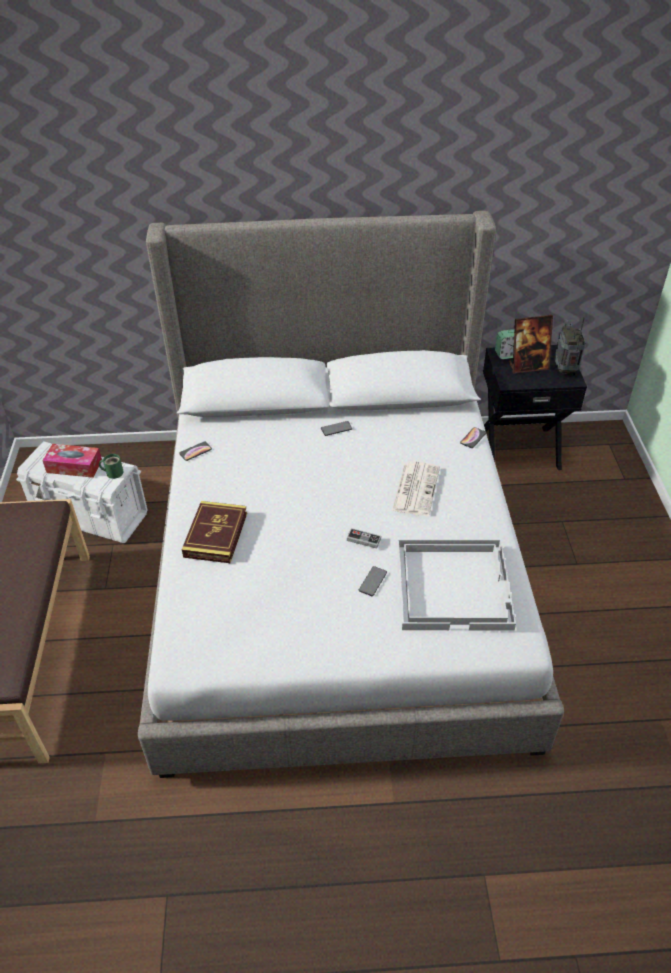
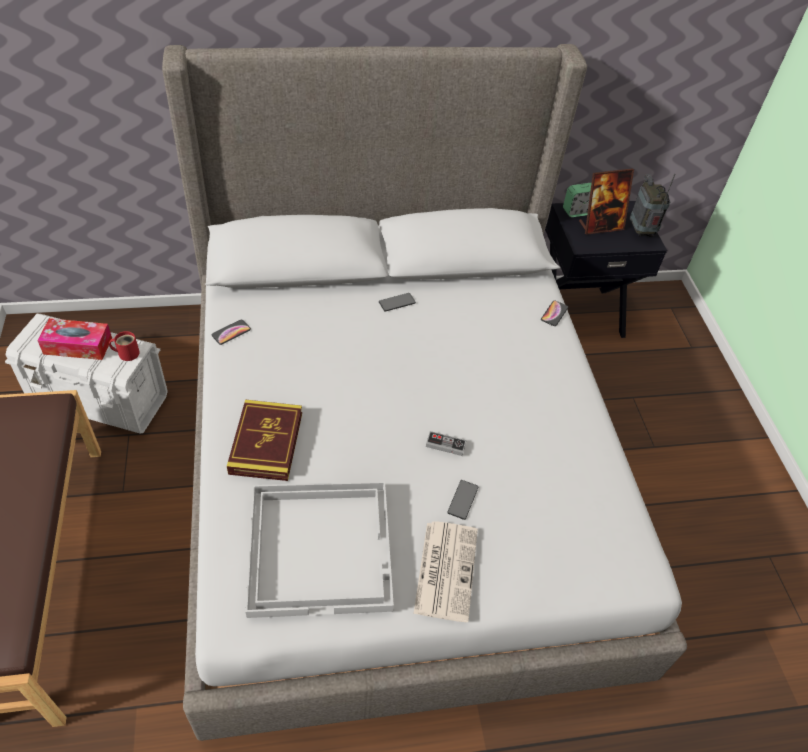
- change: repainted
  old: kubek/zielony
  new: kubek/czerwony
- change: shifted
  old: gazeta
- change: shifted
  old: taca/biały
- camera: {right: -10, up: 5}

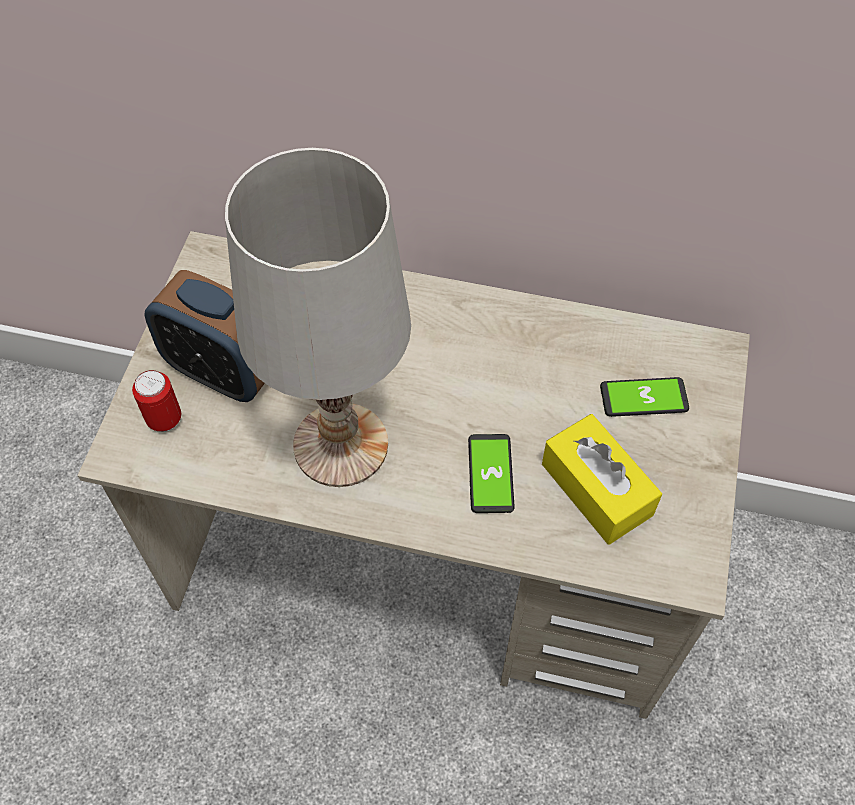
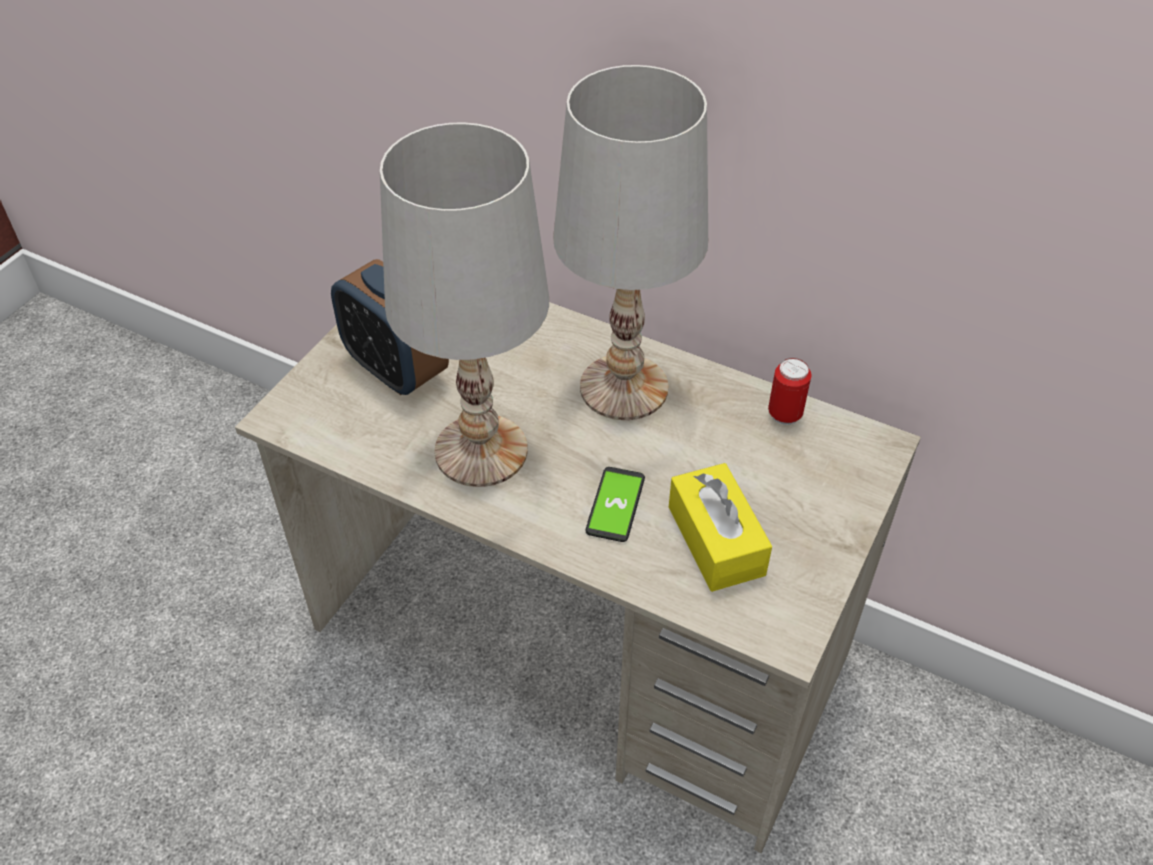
- change: shifted
  old: puszka
- change: gone
  old: telefon (no. 2 from left)
- change: new
  new: lampa stołowa/biały (no. 2 from left)
- camera: {right: 15, up: -10}

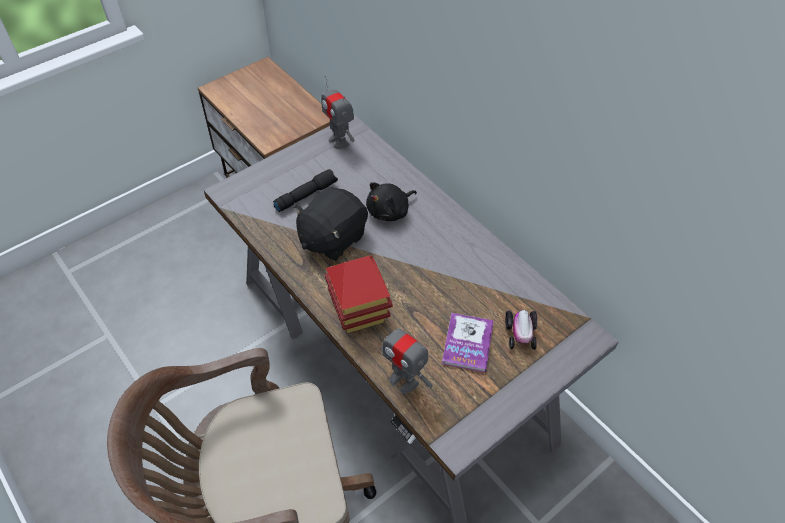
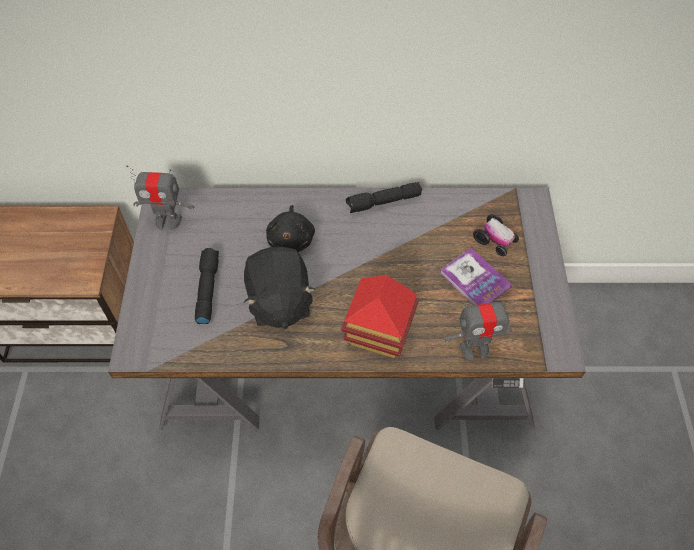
- change: new
  new: latarka/czarny (no. 2 from left)
- camera: {right: -50, up: 5}

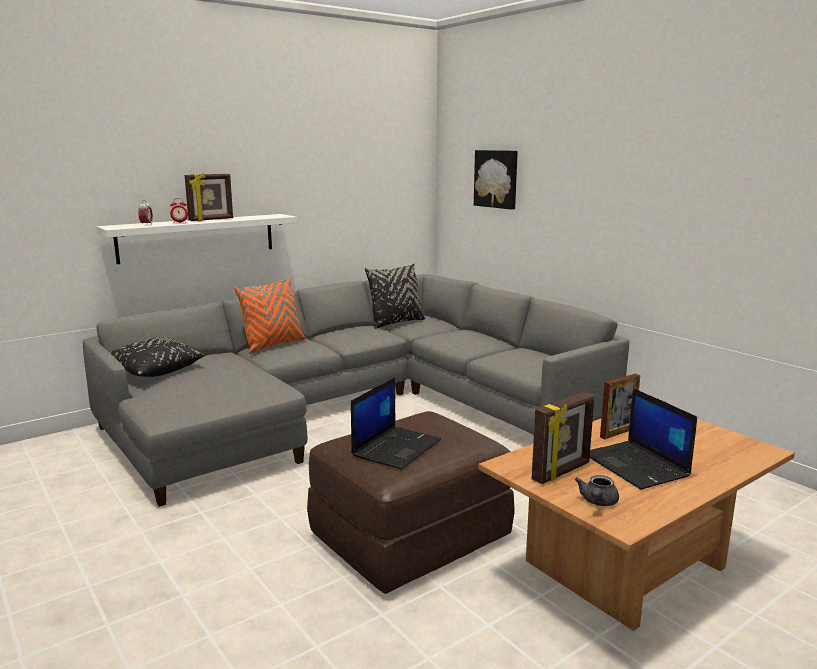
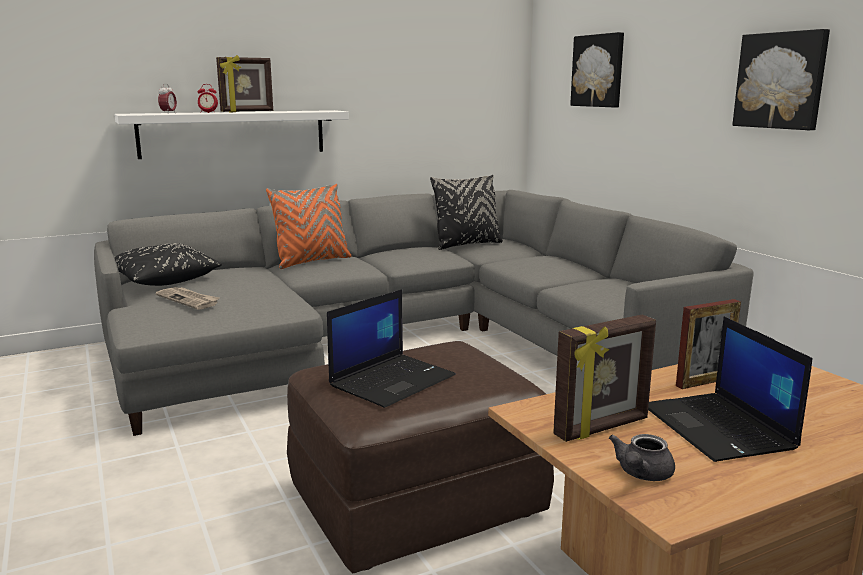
- change: new
  new: obraz (no. 2 from left)
- change: new
  new: gazeta
- camera: {right: 10, up: 0}

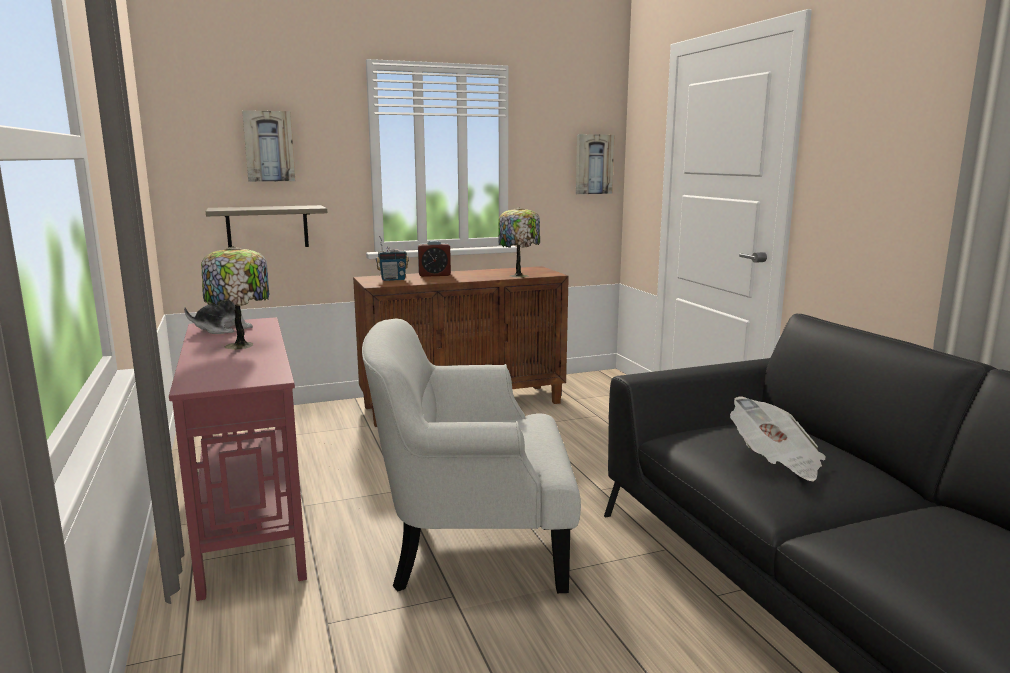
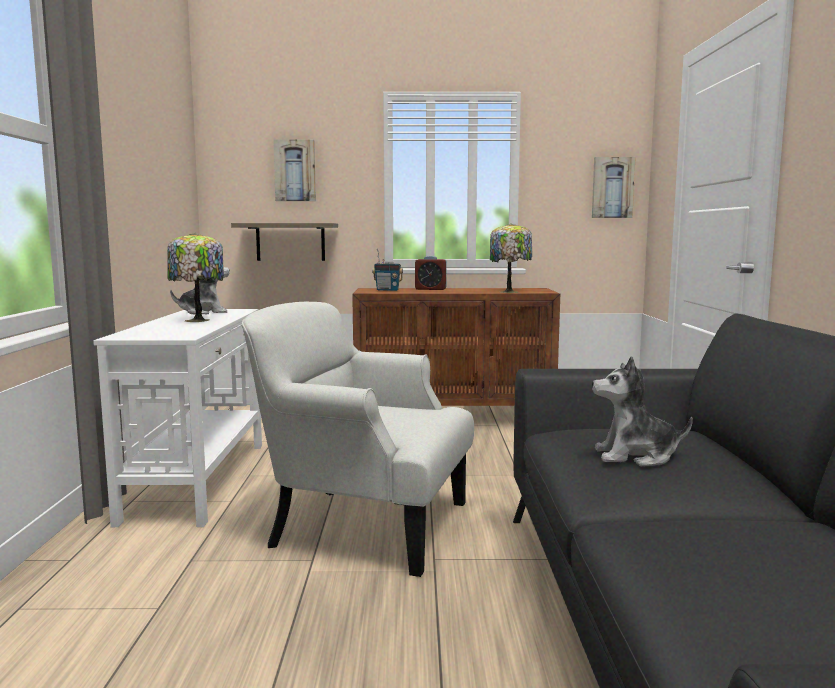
- change: repainted
  old: stolik konsolowy/czerwony
  new: stolik konsolowy/biały
- change: swapped
  old: gazeta
  new: pluszak (no. 2 from left)
- camera: {right: 20, up: -5}

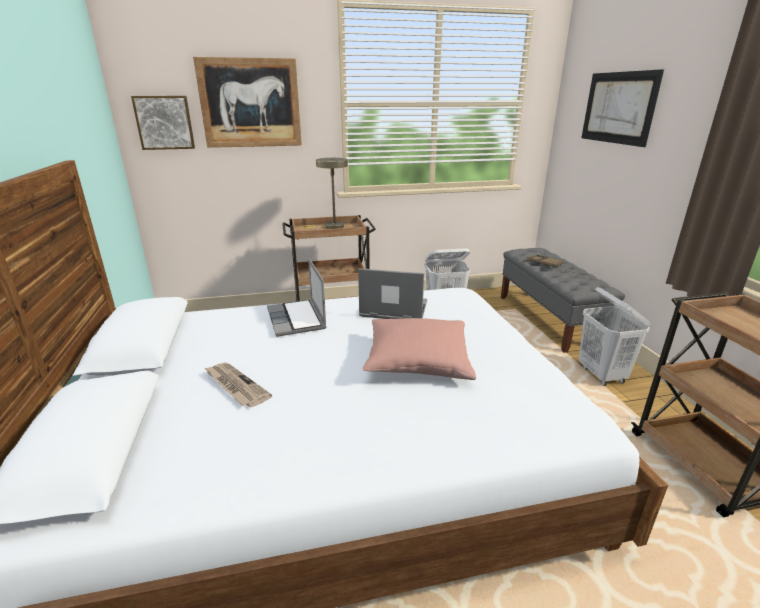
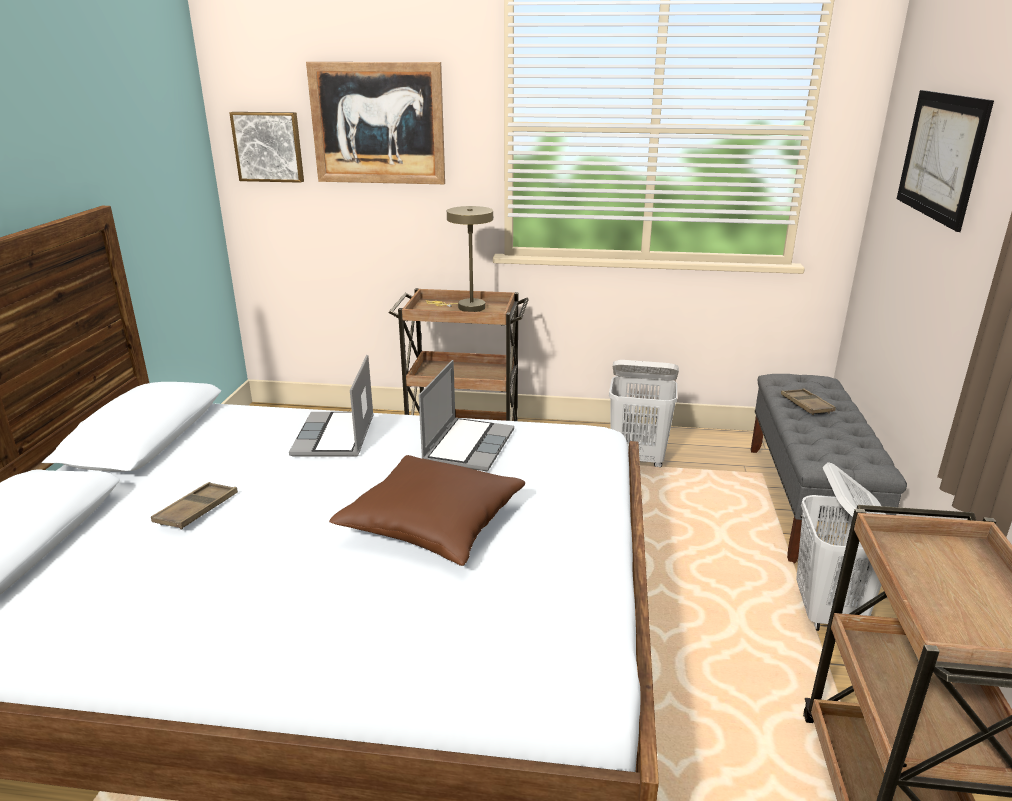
- change: rotated
  old: laptop (no. 2 from left)
  degrees: 75
- change: repainted
  old: poduszka/różowy
  new: poduszka/brązowy
- change: swapped
  old: gazeta
  new: taca/brązowy (no. 1 from left)
- camera: {right: 20, up: 0}

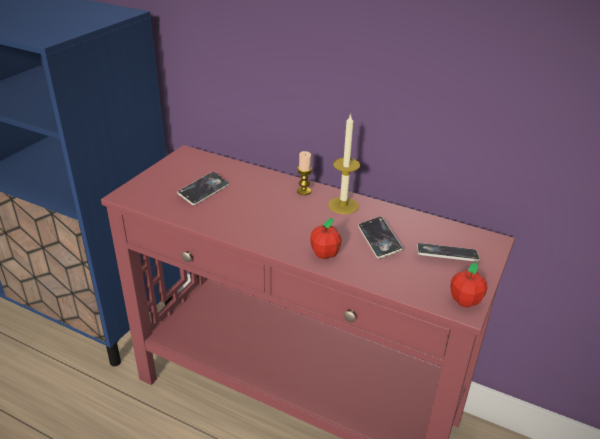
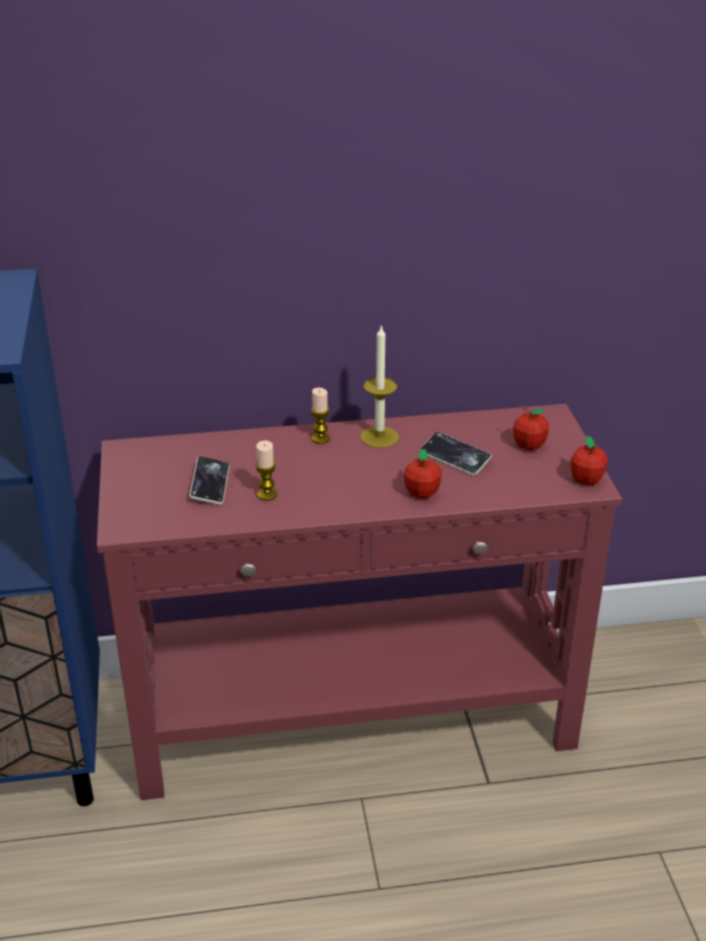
- change: swapped
  old: telefon (no. 3 from left)
  new: jabłko (no. 2 from left)
- change: new
  new: świeca (no. 1 from left)
- camera: {right: -35, up: 0}

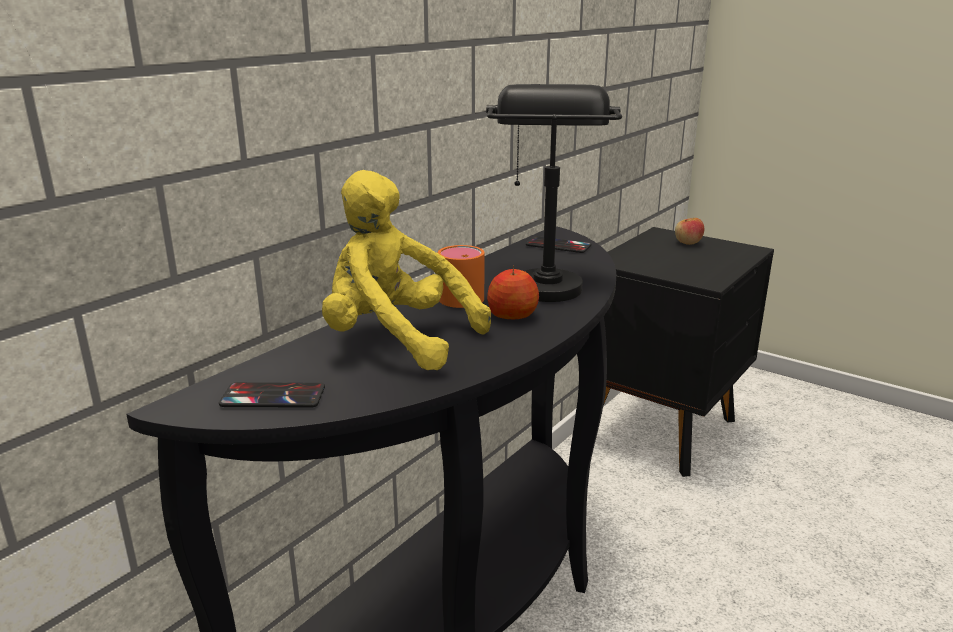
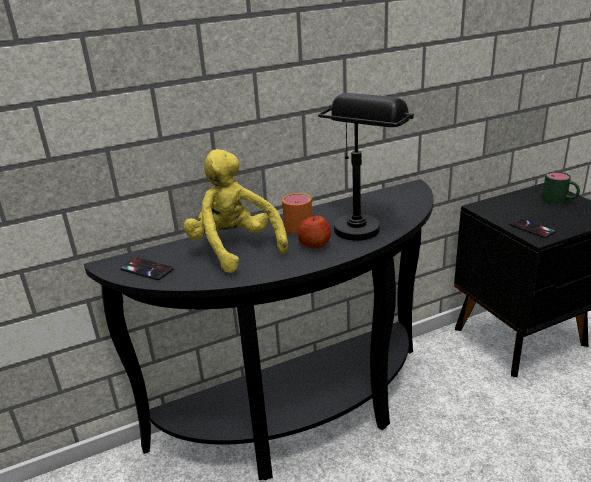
- change: swapped
  old: jabłko (no. 2 from left)
  new: kubek/zielony
- change: shifted
  old: telefon (no. 2 from left)
- camera: {right: 30, up: 5}

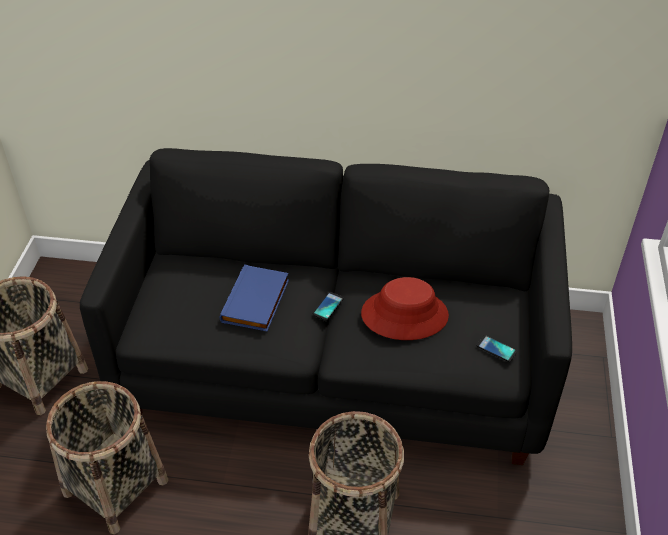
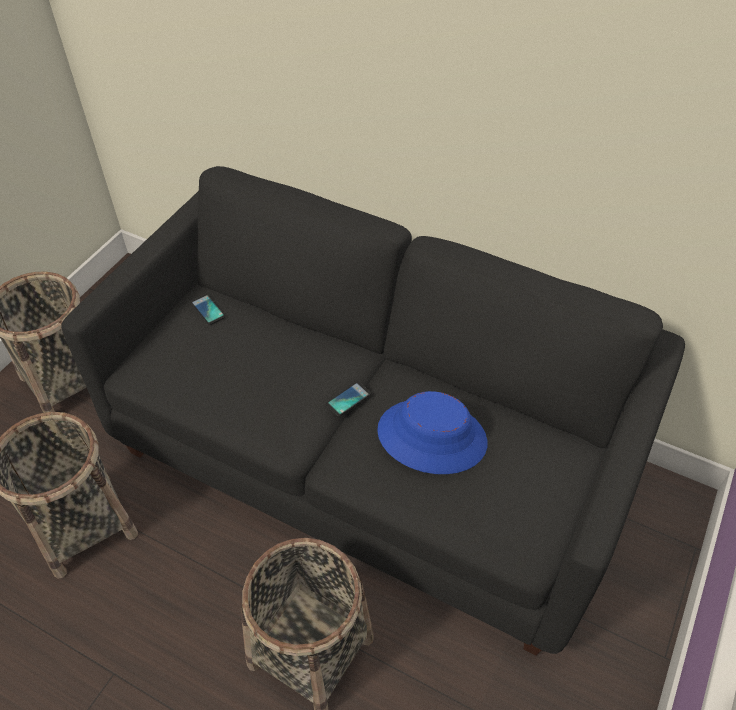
- change: gone
  old: książka/niebieski
- change: repainted
  old: kapelusz/czerwony
  new: kapelusz/niebieski
- change: shifted
  old: telefon (no. 2 from left in the first image)
  new: telefon (no. 1 from left)
- camera: {right: 20, up: 5}

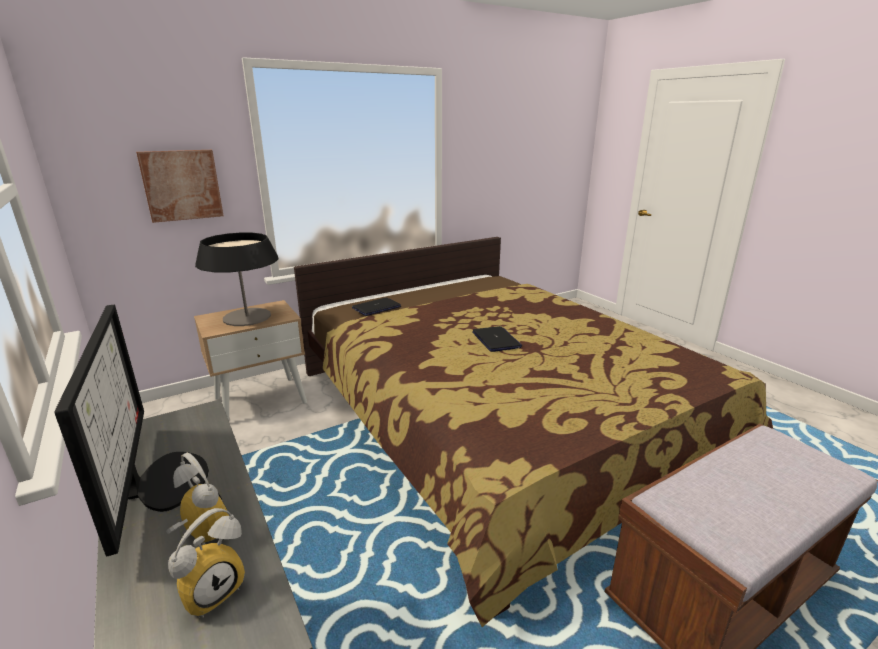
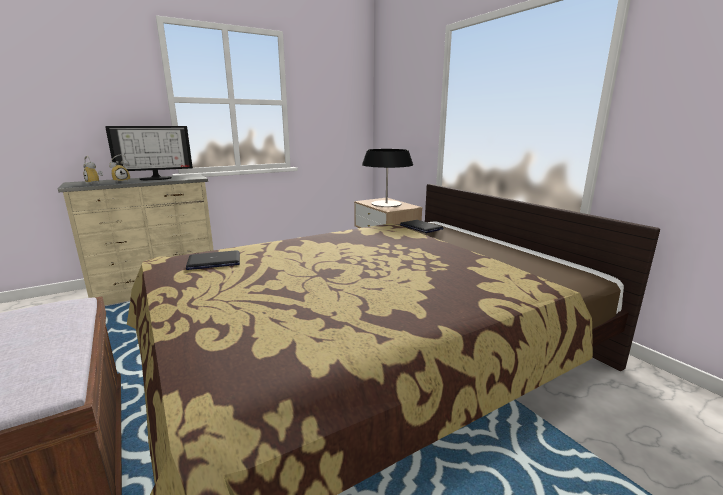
- change: gone
  old: obraz
- change: shifted
  old: laptop (no. 2 from left in the first image)
  new: laptop (no. 1 from left)
- camera: {right: 90, up: -5}

